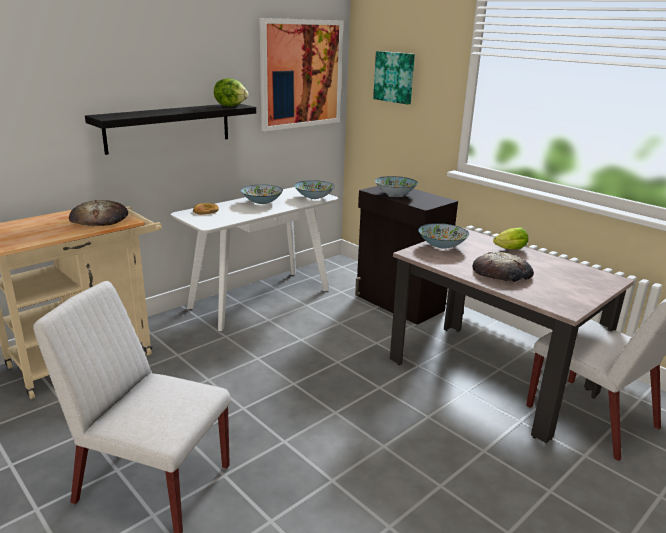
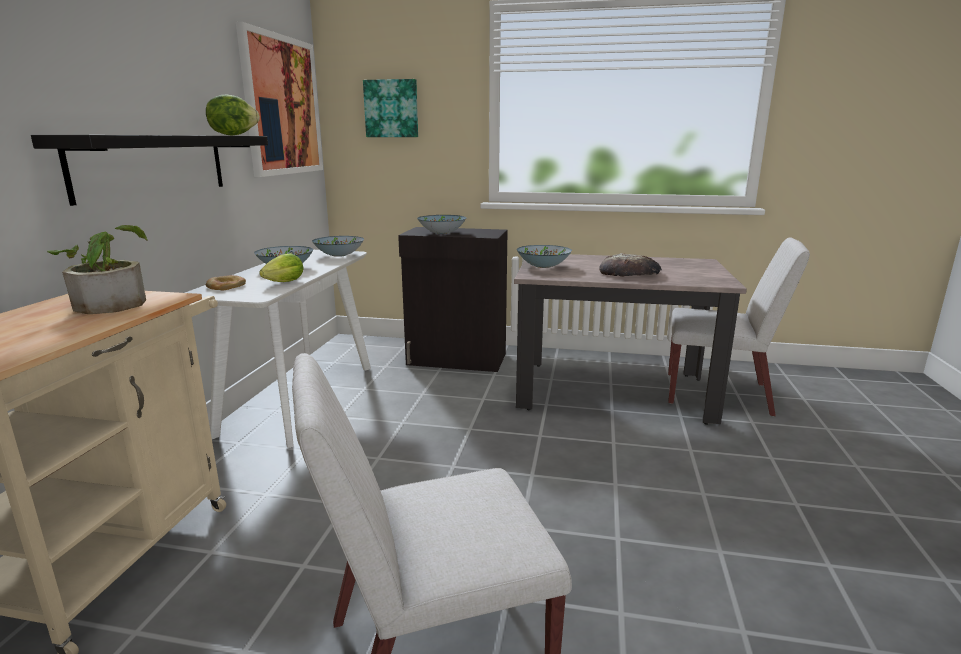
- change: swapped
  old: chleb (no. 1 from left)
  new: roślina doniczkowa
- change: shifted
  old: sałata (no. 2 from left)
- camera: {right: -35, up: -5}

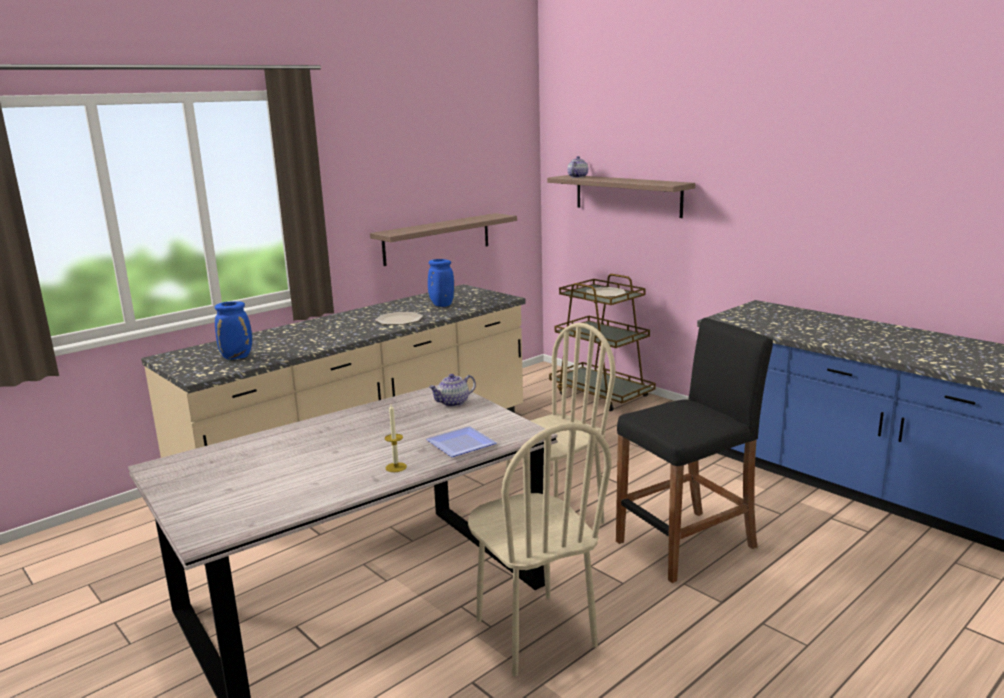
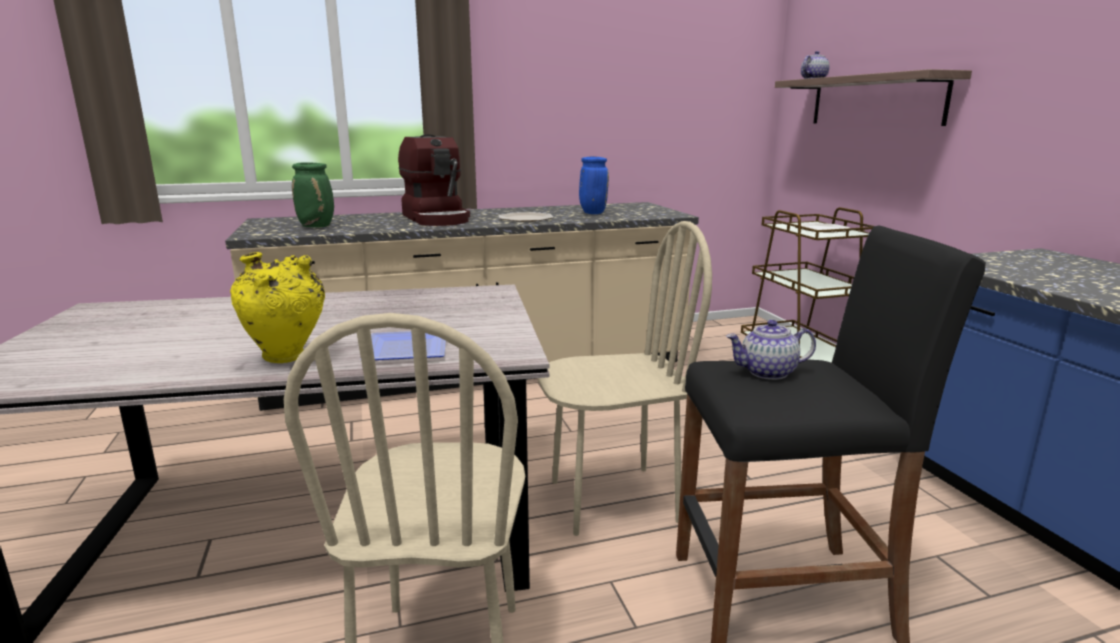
- change: gone
  old: półka (no. 1 from left)
- change: repainted
  old: wazon/niebieski (no. 1 from left)
  new: wazon/zielony
- change: shifted
  old: imbryk (no. 1 from left)
- change: swapped
  old: świeca
  new: wazon/żółty
- change: new
  new: ekspres do kawy
- camera: {right: 25, up: 0}

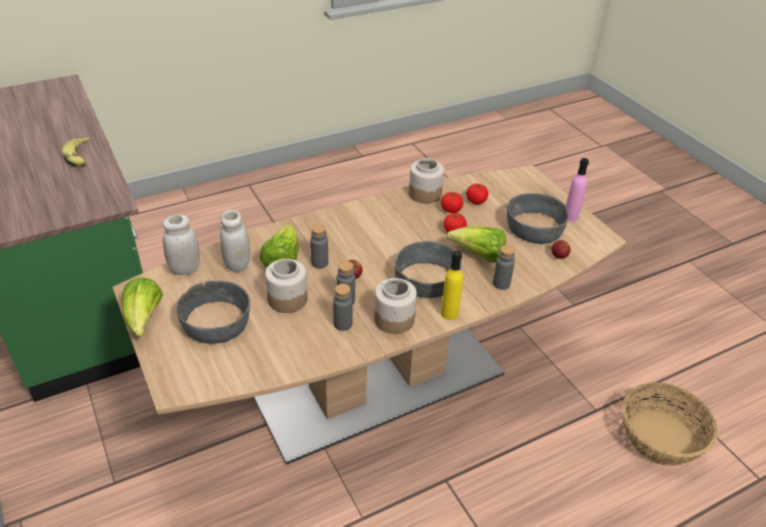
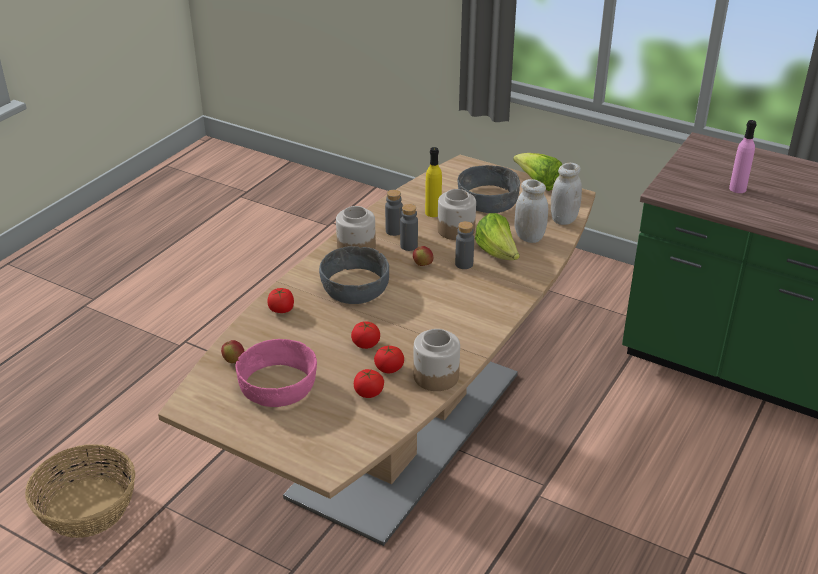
- change: gone
  old: banan
- change: shifted
  old: butelka/różowy
- change: repainted
  old: miska/szary (no. 3 from left)
  new: miska/różowy
- change: gone
  old: sałata (no. 3 from left)
- change: swapped
  old: butelka/szary (no. 4 from left)
  new: pomidor (no. 1 from left)
- change: shifted
  old: butelka/żółty
- camera: {right: 150, up: -5}

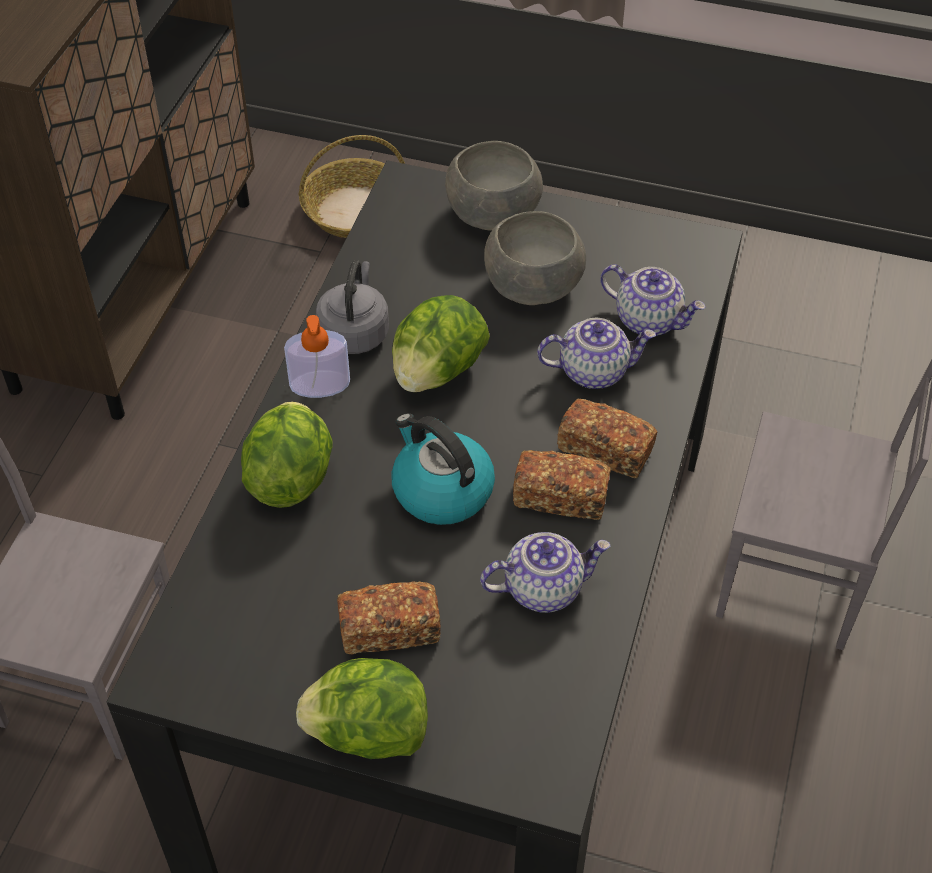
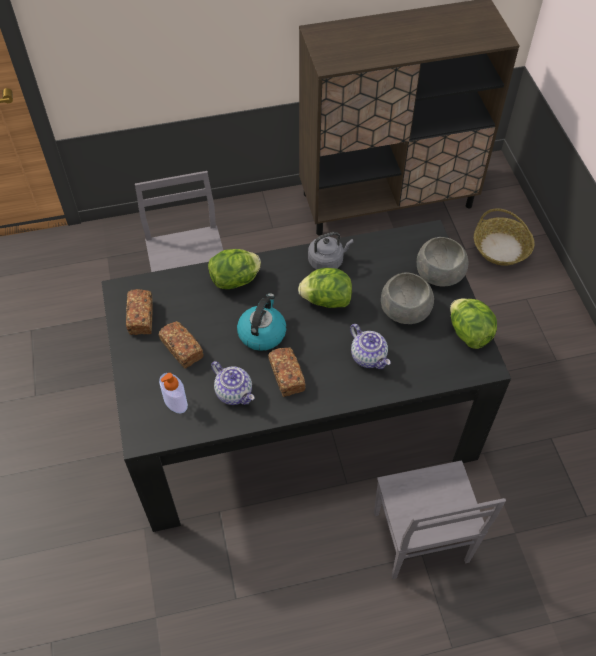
- change: gone
  old: imbryk (no. 3 from left)
- change: shifted
  old: dozownik mydła
- change: shifted
  old: chleb (no. 3 from left in the first image)
  new: chleb (no. 1 from left)
- change: shifted
  old: sałata (no. 2 from left in the first image)
  new: sałata (no. 3 from left)
- camera: {right: 60, up: 5}

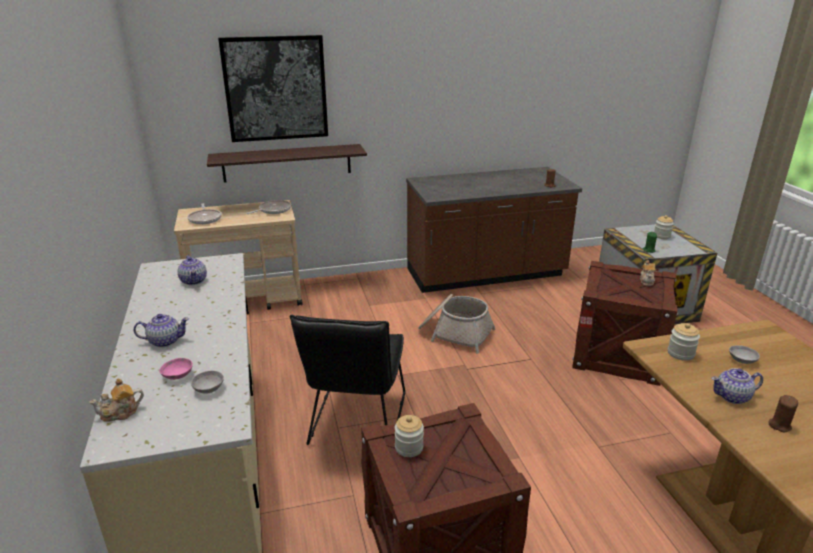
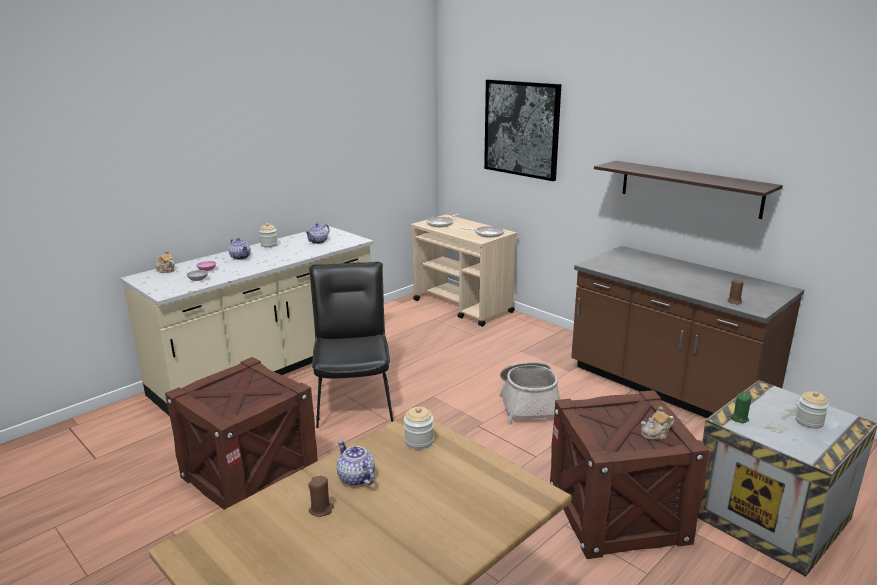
- change: shifted
  old: półka
- change: rotated
  old: krzesło/czarny
  degrees: 105
- change: gone
  old: miska/szary (no. 2 from left)
- change: shifted
  old: słoik (no. 1 from left)
- camera: {right: 60, up: -5}

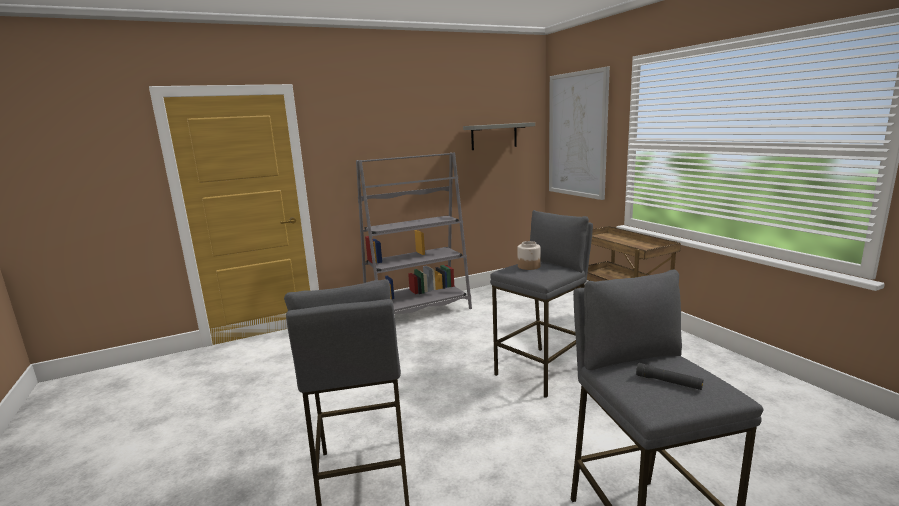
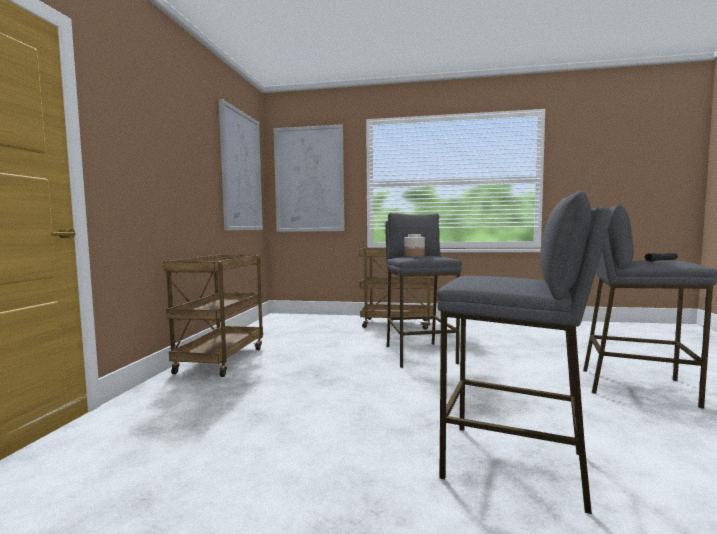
- change: swapped
  old: półka/szary
  new: obraz (no. 1 from left)
- change: swapped
  old: regał/szary
  new: wózek/brązowy (no. 1 from left)
- camera: {right: -55, up: -10}

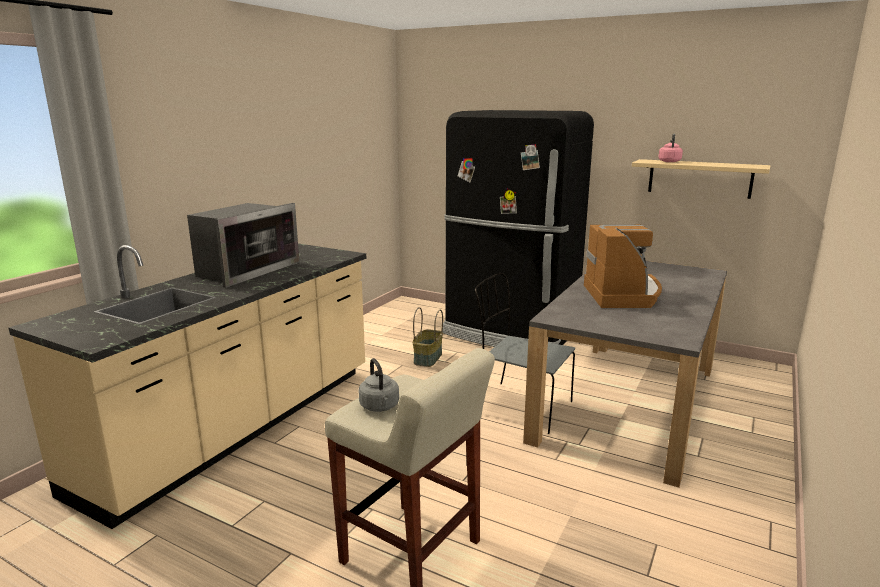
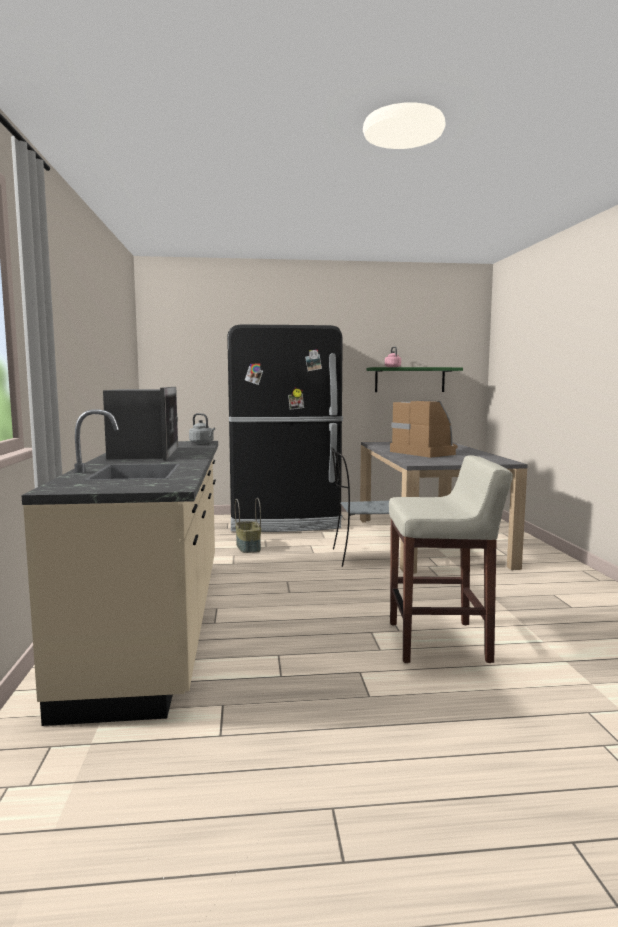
- change: repainted
  old: półka/beżowy
  new: półka/zielony
- change: shifted
  old: czajnik/szary
- camera: {right: -35, up: -10}

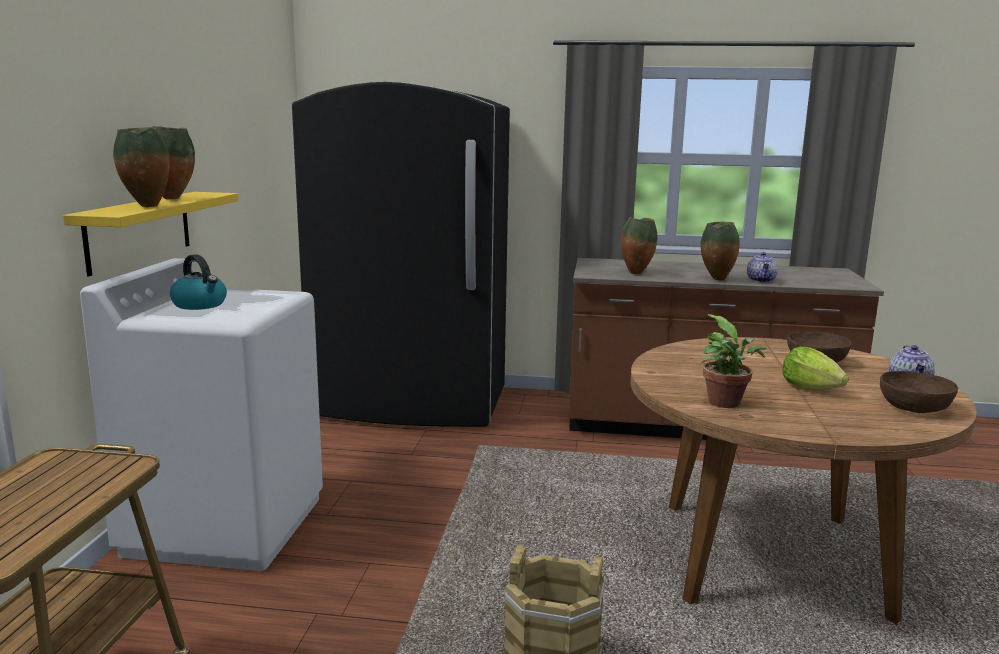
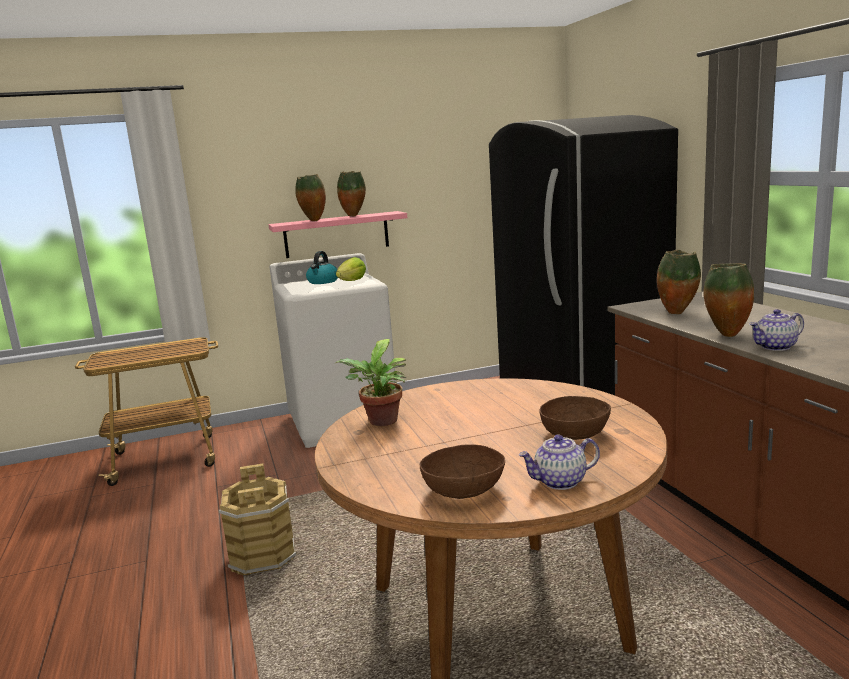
- change: repainted
  old: półka/żółty
  new: półka/różowy
- change: shifted
  old: sałata
- camera: {right: 65, up: 0}

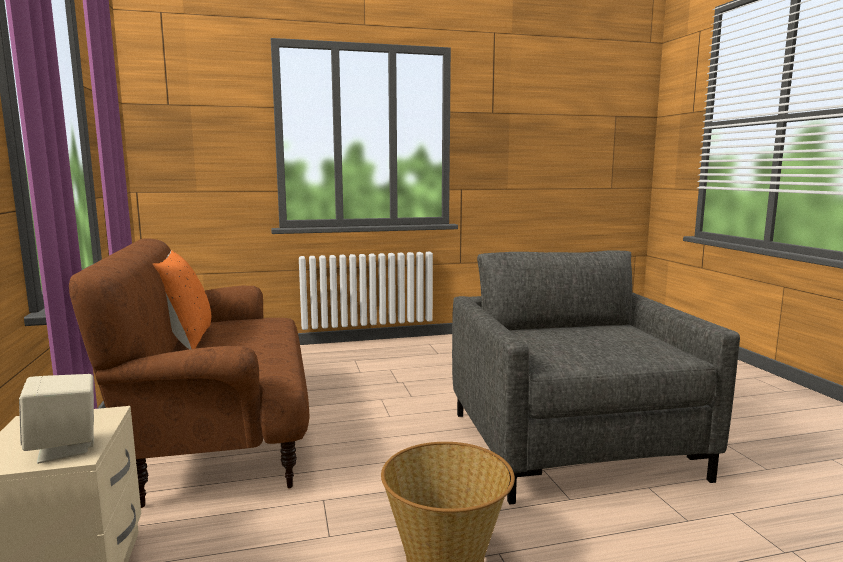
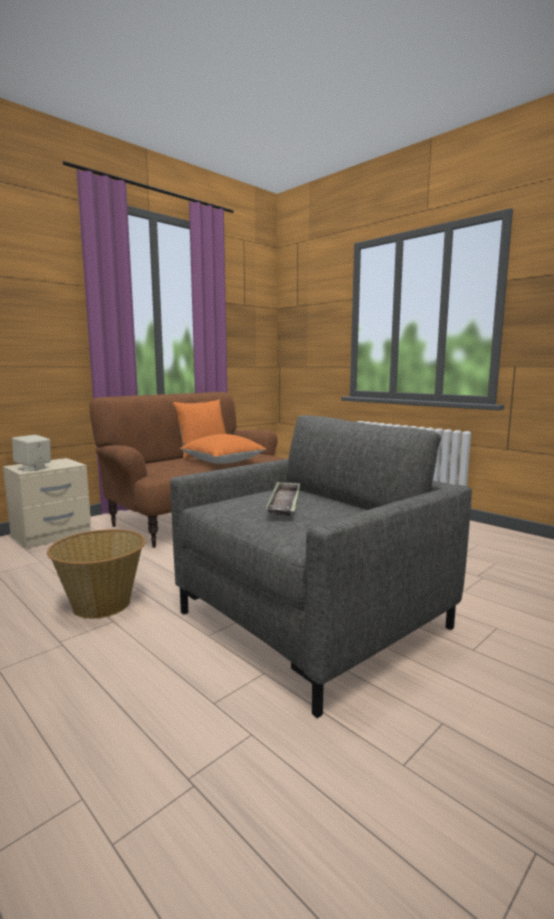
- change: new
  new: poduszka/pomarańczowy (no. 2 from left)
- change: new
  new: taca
- camera: {right: 60, up: 0}

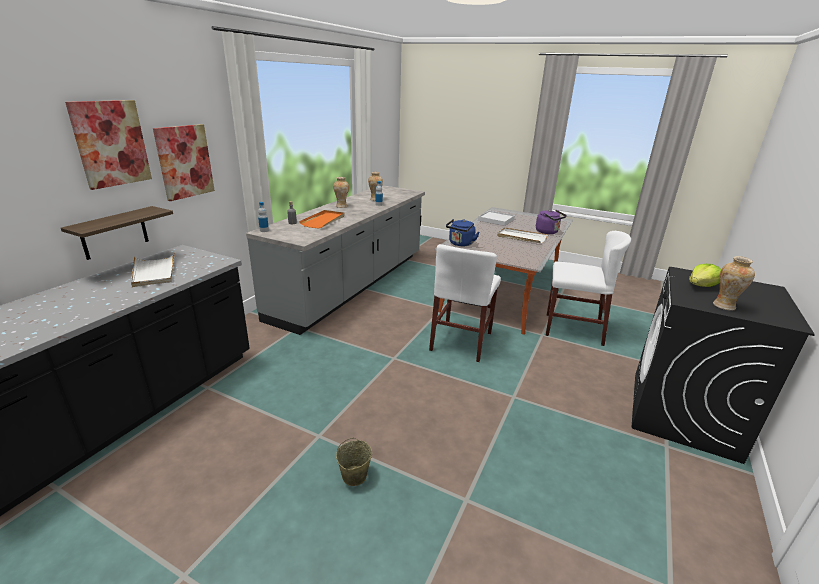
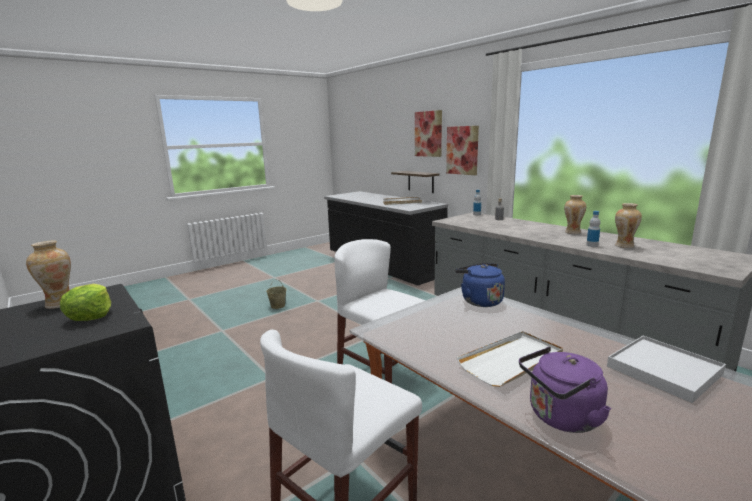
- change: gone
  old: taca/pomarańczowy
- camera: {right: 115, up: -10}

